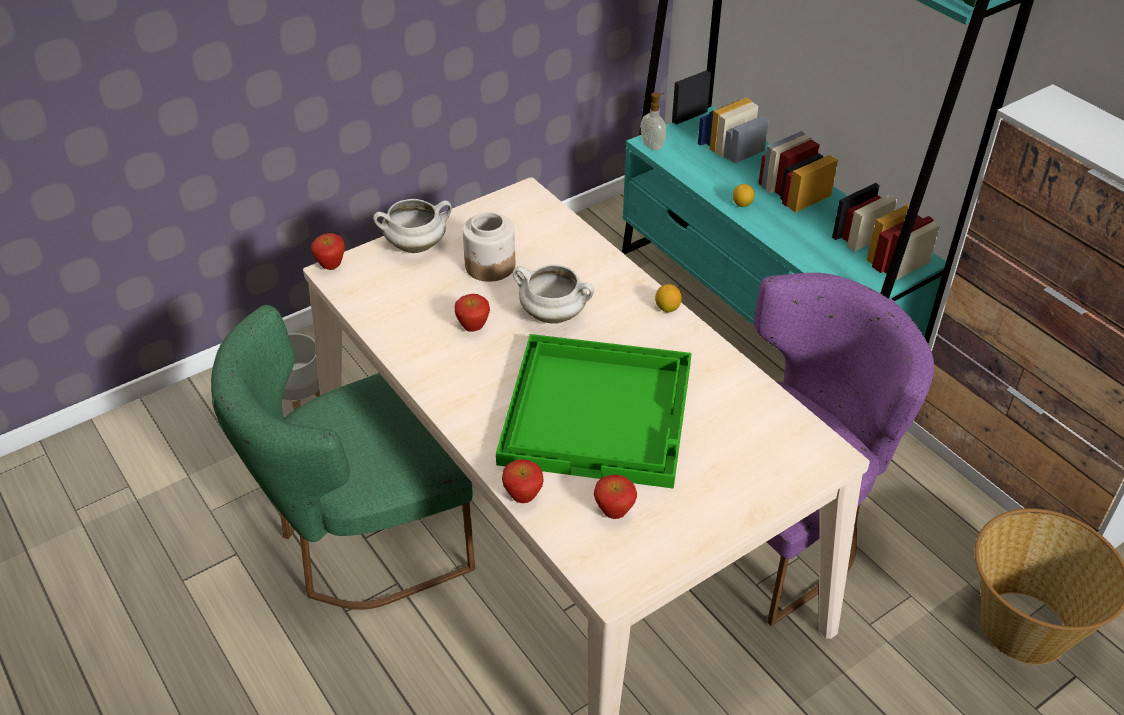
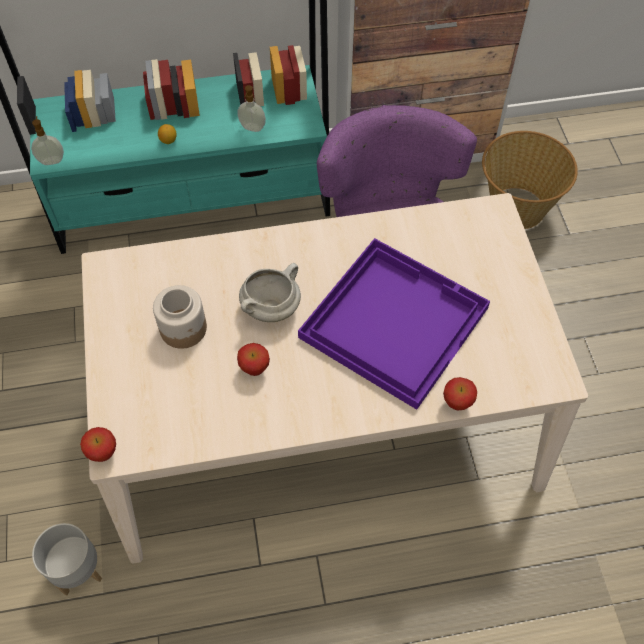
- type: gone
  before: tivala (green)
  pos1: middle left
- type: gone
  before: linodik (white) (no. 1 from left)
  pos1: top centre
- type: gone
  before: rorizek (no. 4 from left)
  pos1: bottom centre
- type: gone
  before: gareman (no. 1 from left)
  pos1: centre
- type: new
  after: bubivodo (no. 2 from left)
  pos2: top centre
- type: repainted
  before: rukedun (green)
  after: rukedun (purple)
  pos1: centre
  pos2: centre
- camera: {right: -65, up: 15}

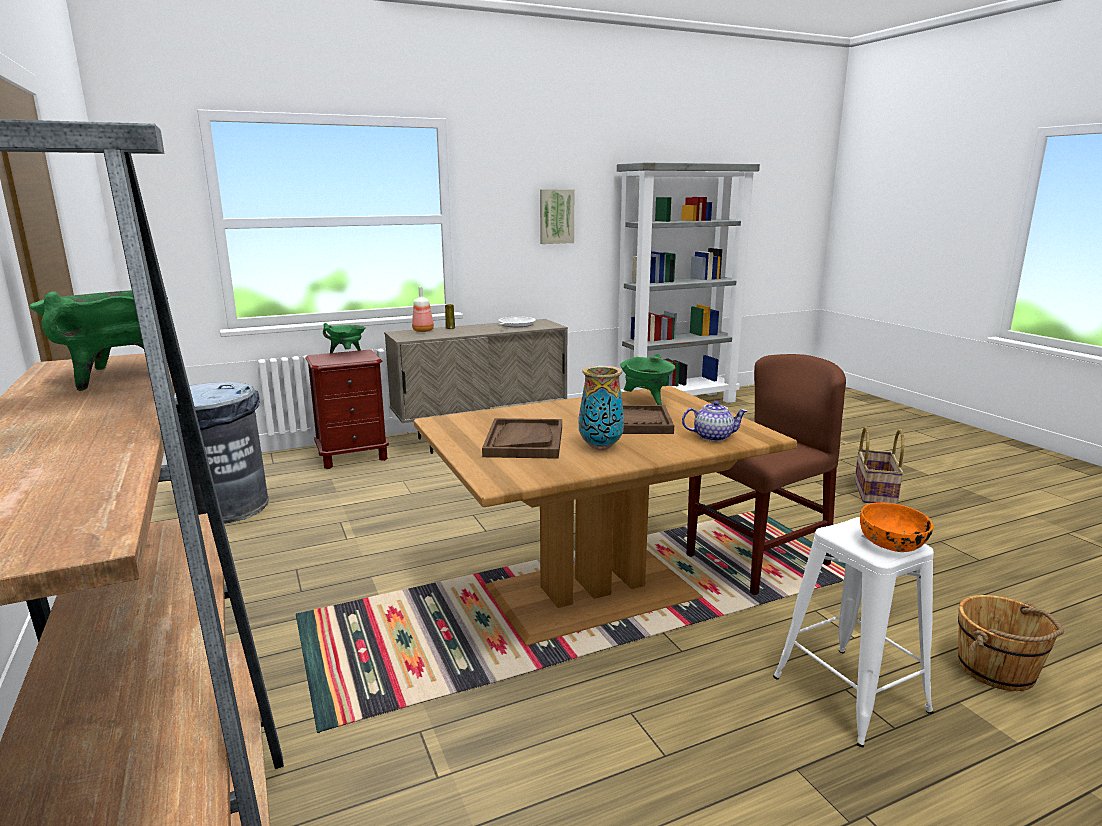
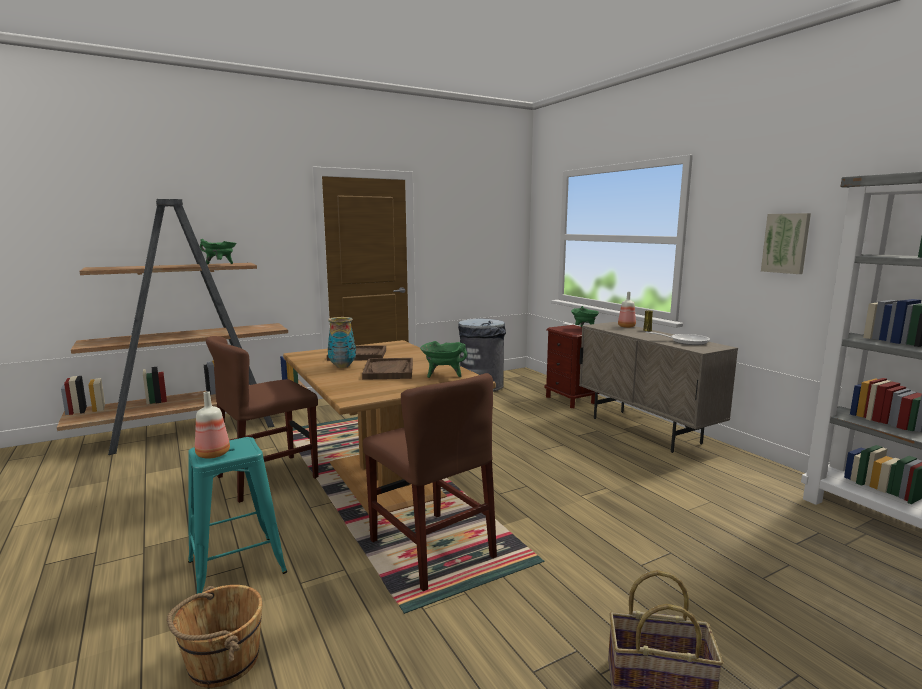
- type: gone
  before: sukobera
  pos1: centre
- type: new
  after: tivala (brown) (no. 1 from left)
  pos2: middle left
- type: swapped
  before: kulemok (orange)
  after: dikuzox (no. 1 from left)
  pos1: middle right
  pos2: middle left
- type: repainted
  before: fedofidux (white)
  after: fedofidux (turquoise)
  pos1: bottom right
  pos2: bottom left
- camera: {right: 85, up: -5}

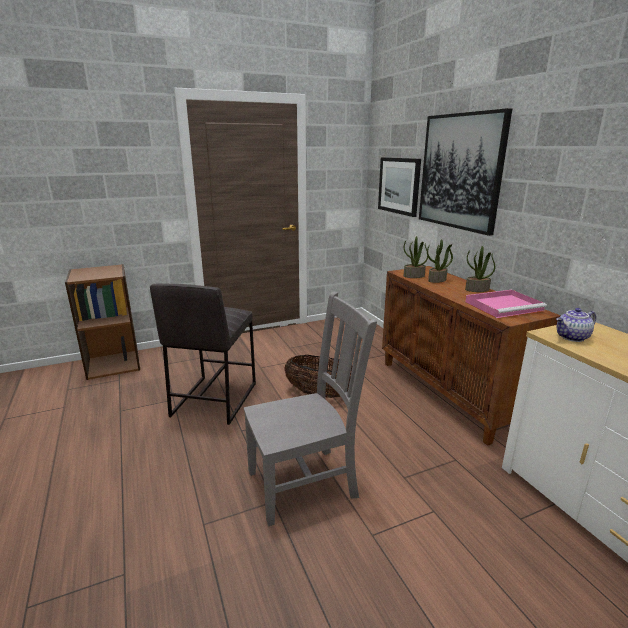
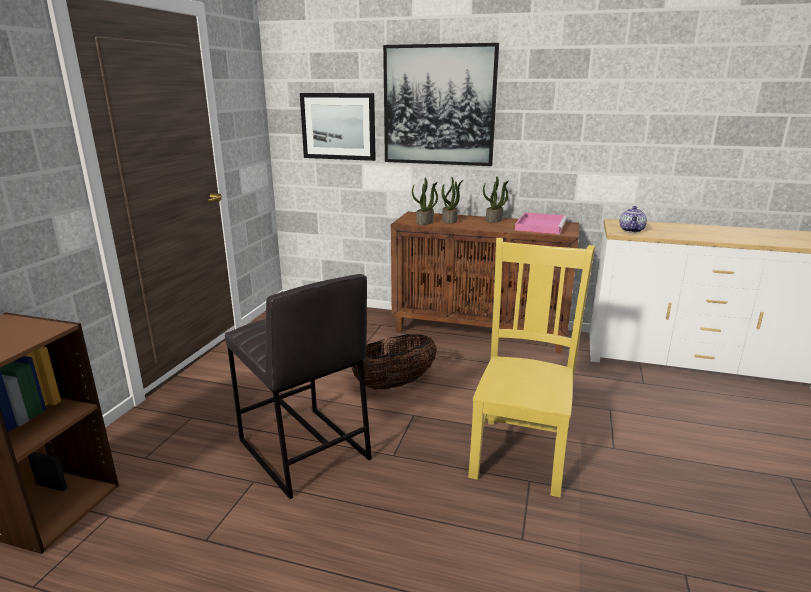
- type: repainted
  before: tivala (grey)
  after: tivala (yellow)
  pos1: centre
  pos2: centre
- camera: {right: -50, up: 0}

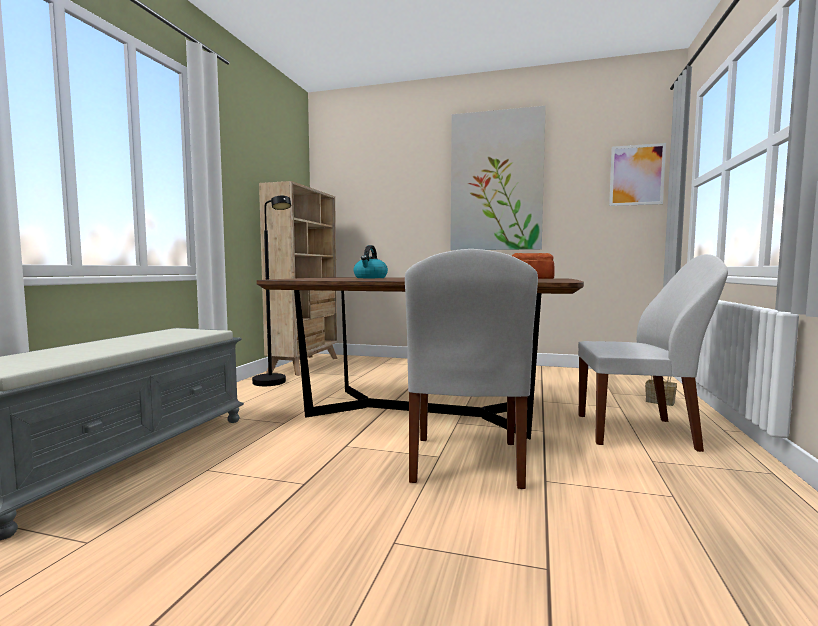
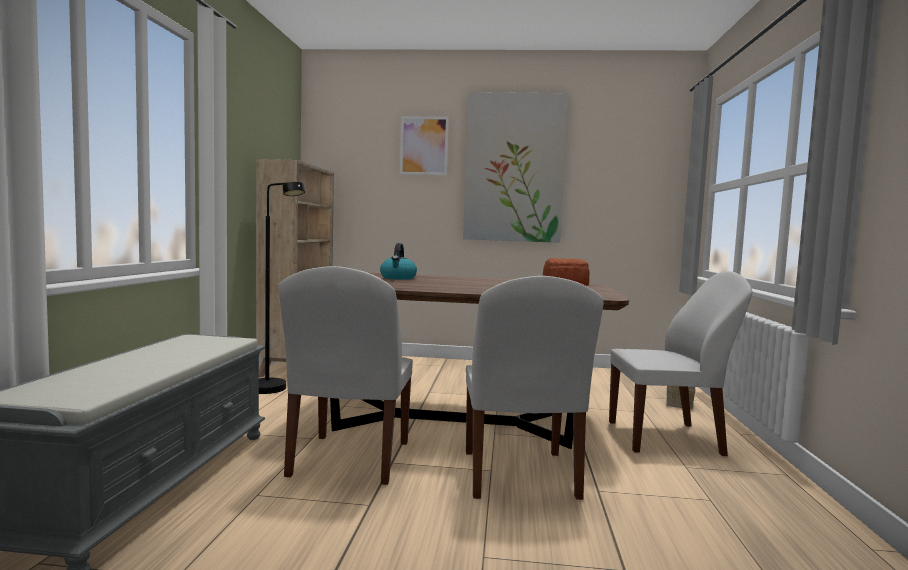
- type: new
  after: tivala (white) (no. 1 from left)
  pos2: centre
- type: shifted
  before: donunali (no. 2 from left in the first image)
  after: donunali (no. 1 from left)
  pos1: top right
  pos2: top centre
- camera: {right: -10, up: 0}

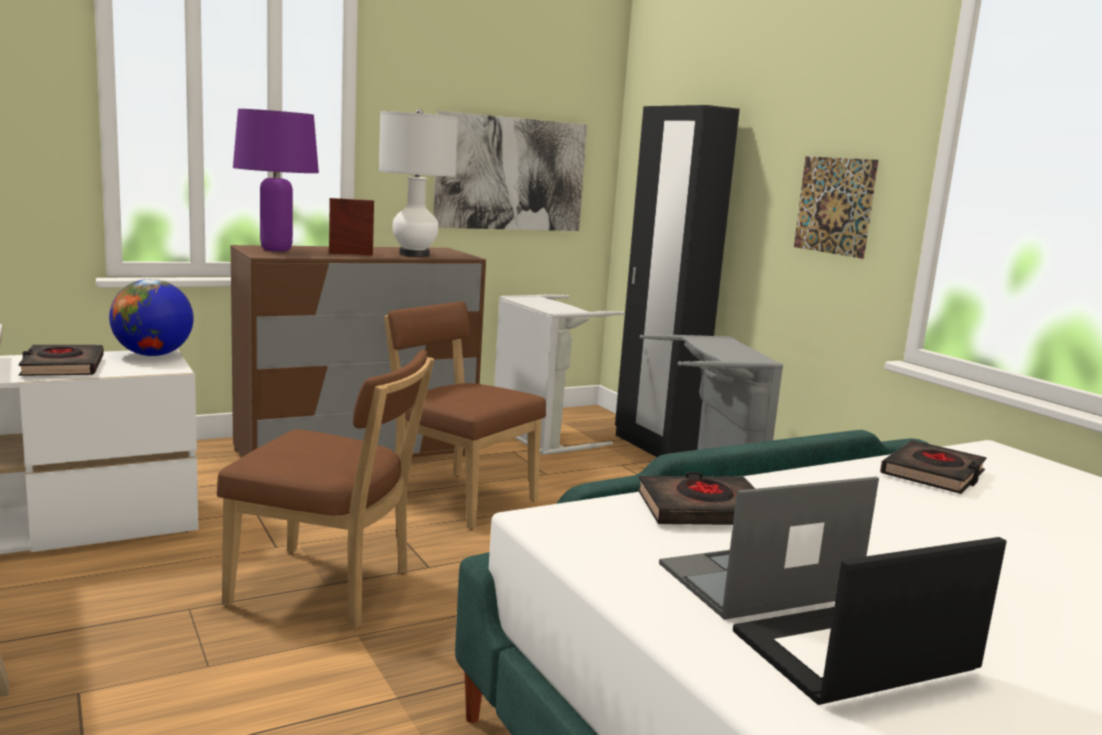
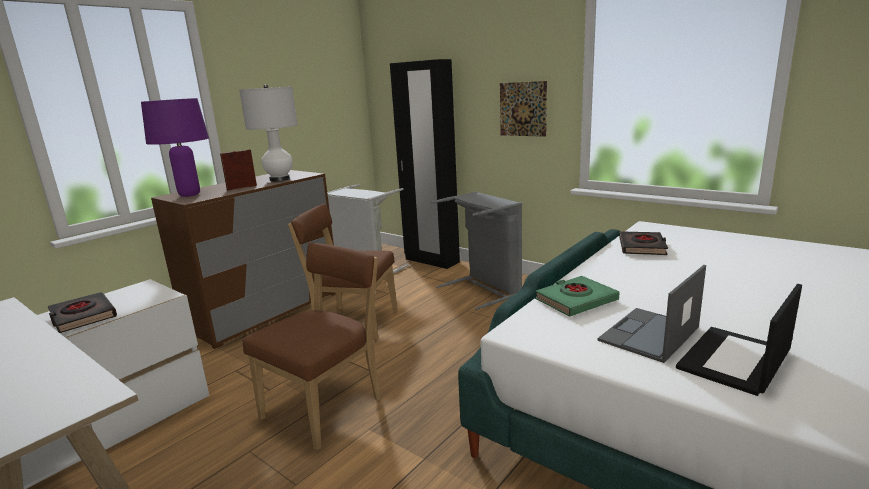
- type: gone
  before: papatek
  pos1: middle left
- type: gone
  before: donunali (no. 1 from left)
  pos1: top centre
- type: repainted
  before: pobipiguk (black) (no. 2 from left)
  after: pobipiguk (green)
  pos1: bottom centre
  pos2: centre
- type: rotated
  before: tivala (brown) (no. 1 from left)
  pos1: middle left
  pos2: bottom centre
  turn: -45
- camera: {right: -20, up: 5}

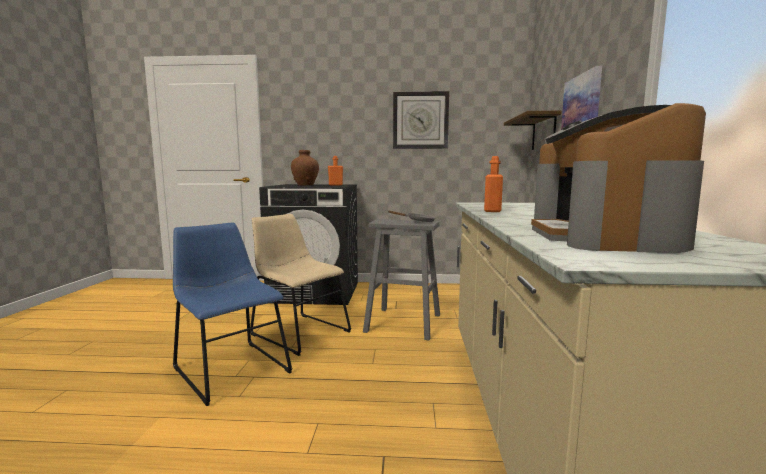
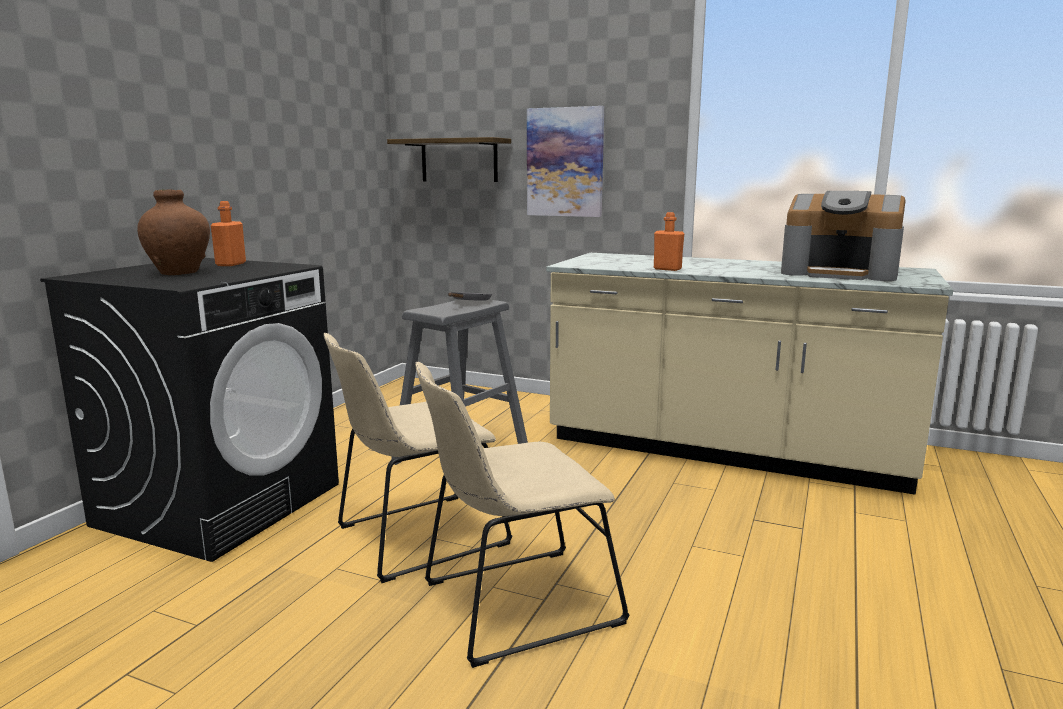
- type: gone
  before: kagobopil
  pos1: top centre
- type: repainted
  before: tivala (blue)
  after: tivala (beige) (no. 2 from left)
  pos1: middle left
  pos2: bottom centre
- camera: {right: -70, up: 5}

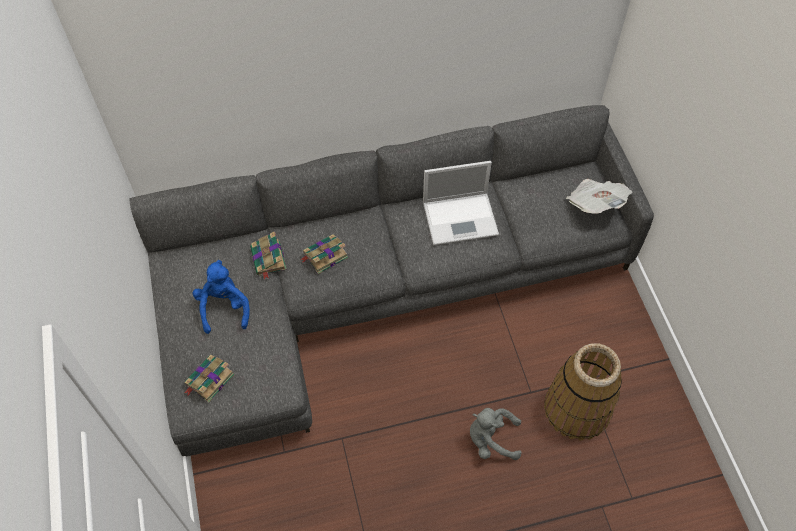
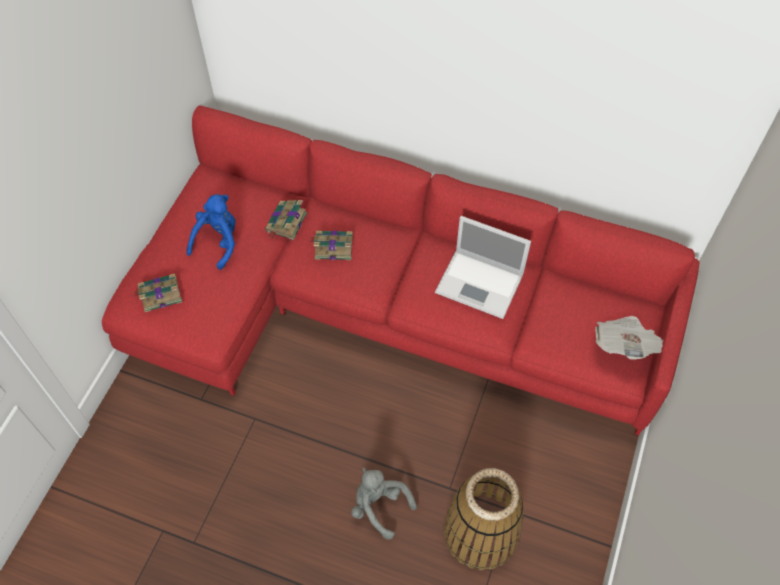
- type: repainted
  before: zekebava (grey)
  after: zekebava (red)
  pos1: centre
  pos2: centre
- camera: {right: 35, up: 0}

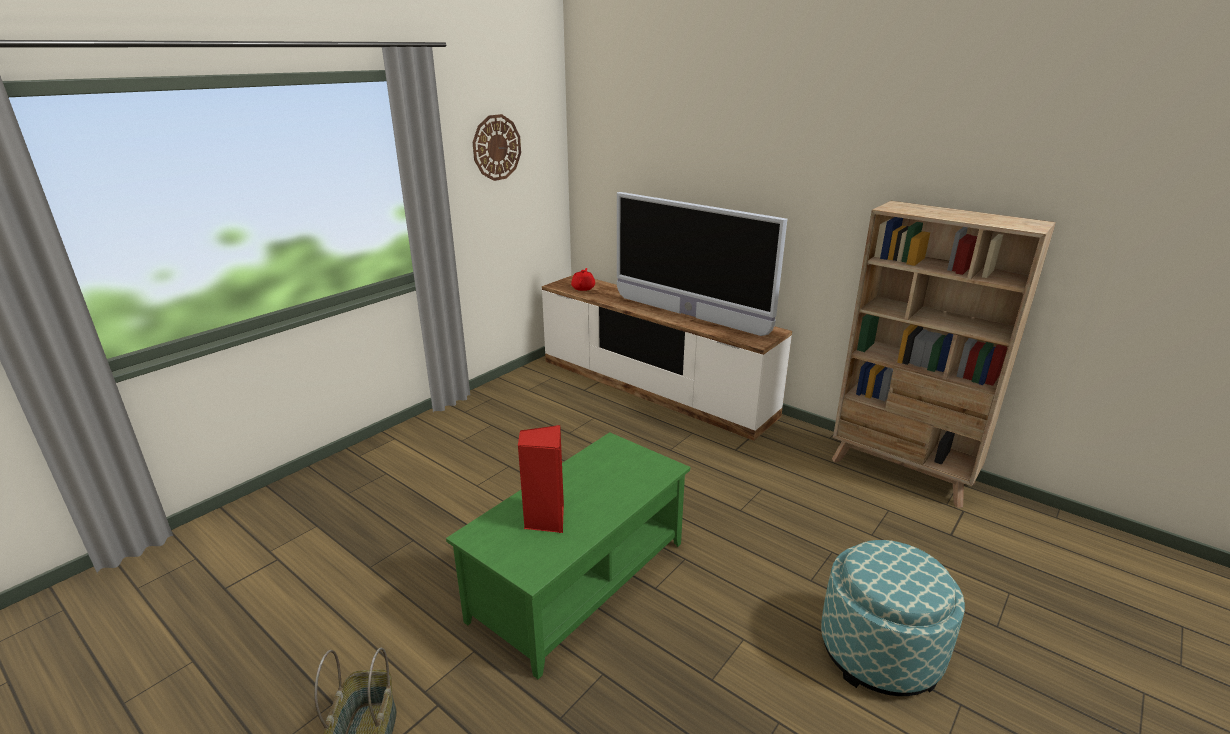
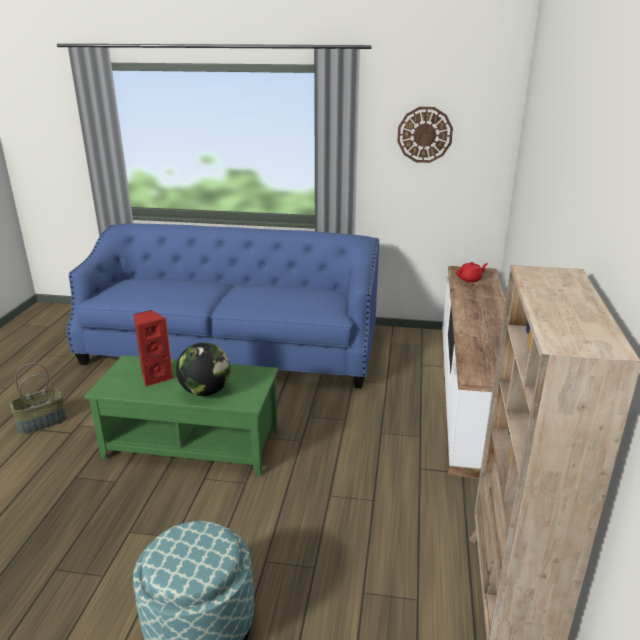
- type: gone
  before: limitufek
  pos1: centre
- type: new
  after: zekebava (blue)
  pos2: centre
- type: new
  after: papatek
  pos2: middle left
- camera: {right: 60, up: 0}

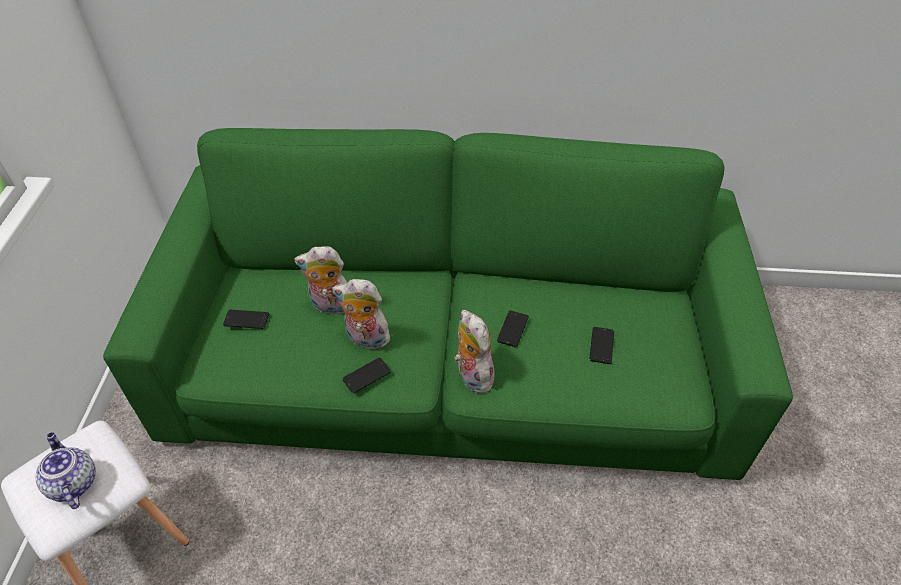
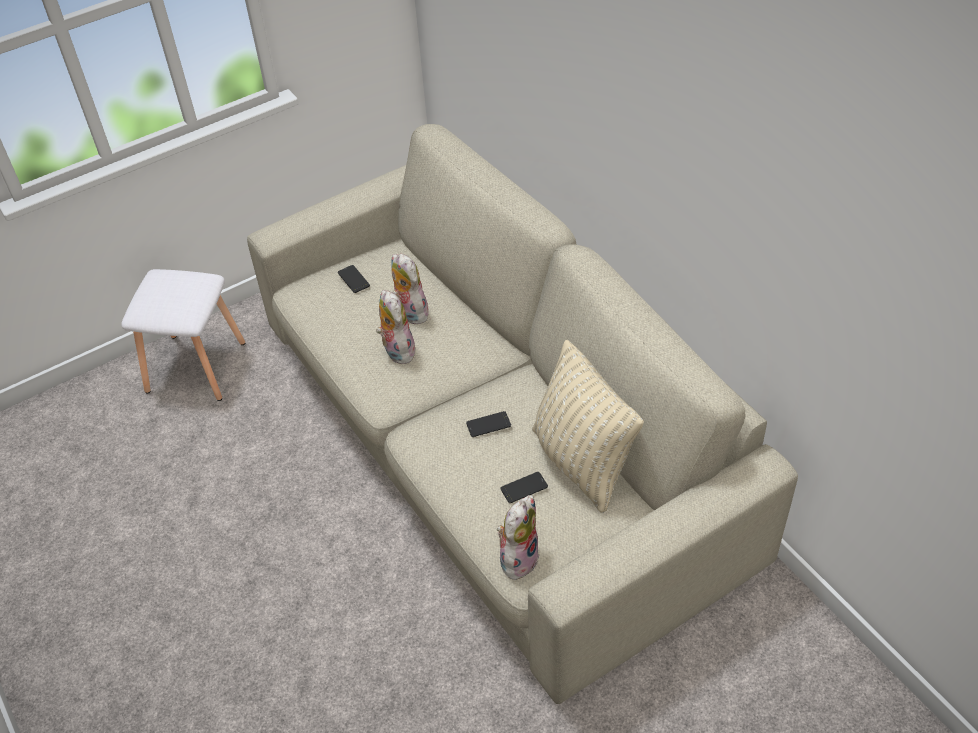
- type: gone
  before: sukobera
  pos1: bottom left
- type: gone
  before: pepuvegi (no. 2 from left)
  pos1: centre
- type: new
  after: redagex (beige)
  pos2: centre
- type: shifted
  before: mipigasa (no. 3 from left)
  pos1: centre
  pos2: bottom centre
- type: repainted
  before: zekebava (green)
  after: zekebava (beige)
  pos1: centre
  pos2: centre
- camera: {right: 55, up: 0}

